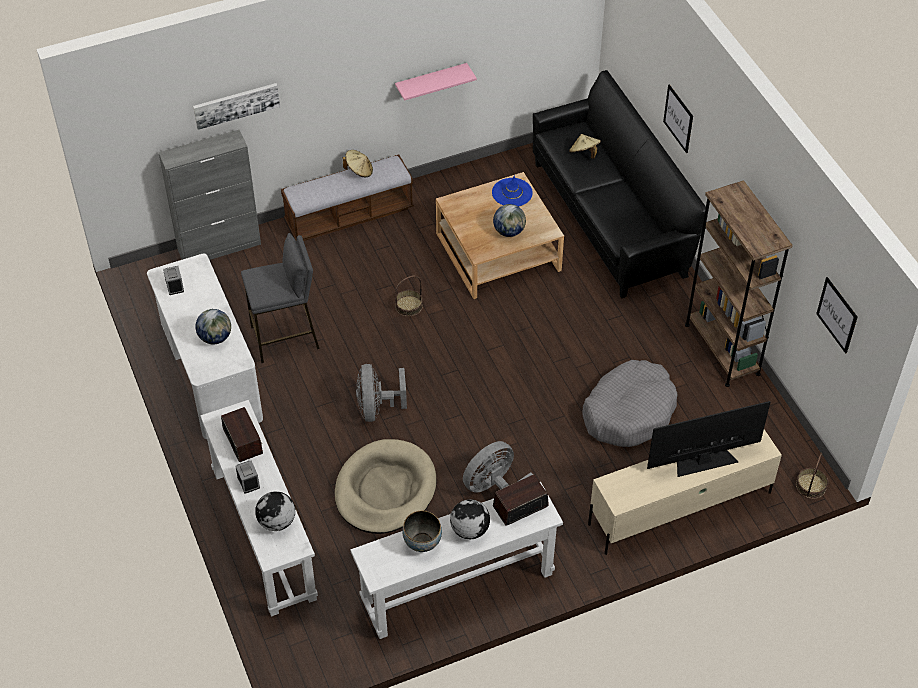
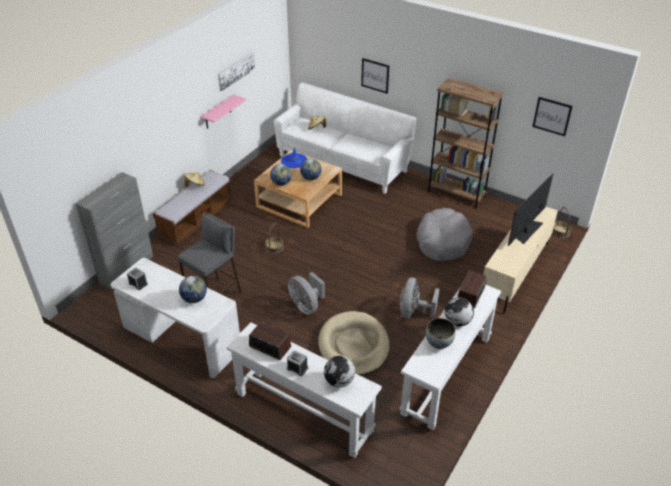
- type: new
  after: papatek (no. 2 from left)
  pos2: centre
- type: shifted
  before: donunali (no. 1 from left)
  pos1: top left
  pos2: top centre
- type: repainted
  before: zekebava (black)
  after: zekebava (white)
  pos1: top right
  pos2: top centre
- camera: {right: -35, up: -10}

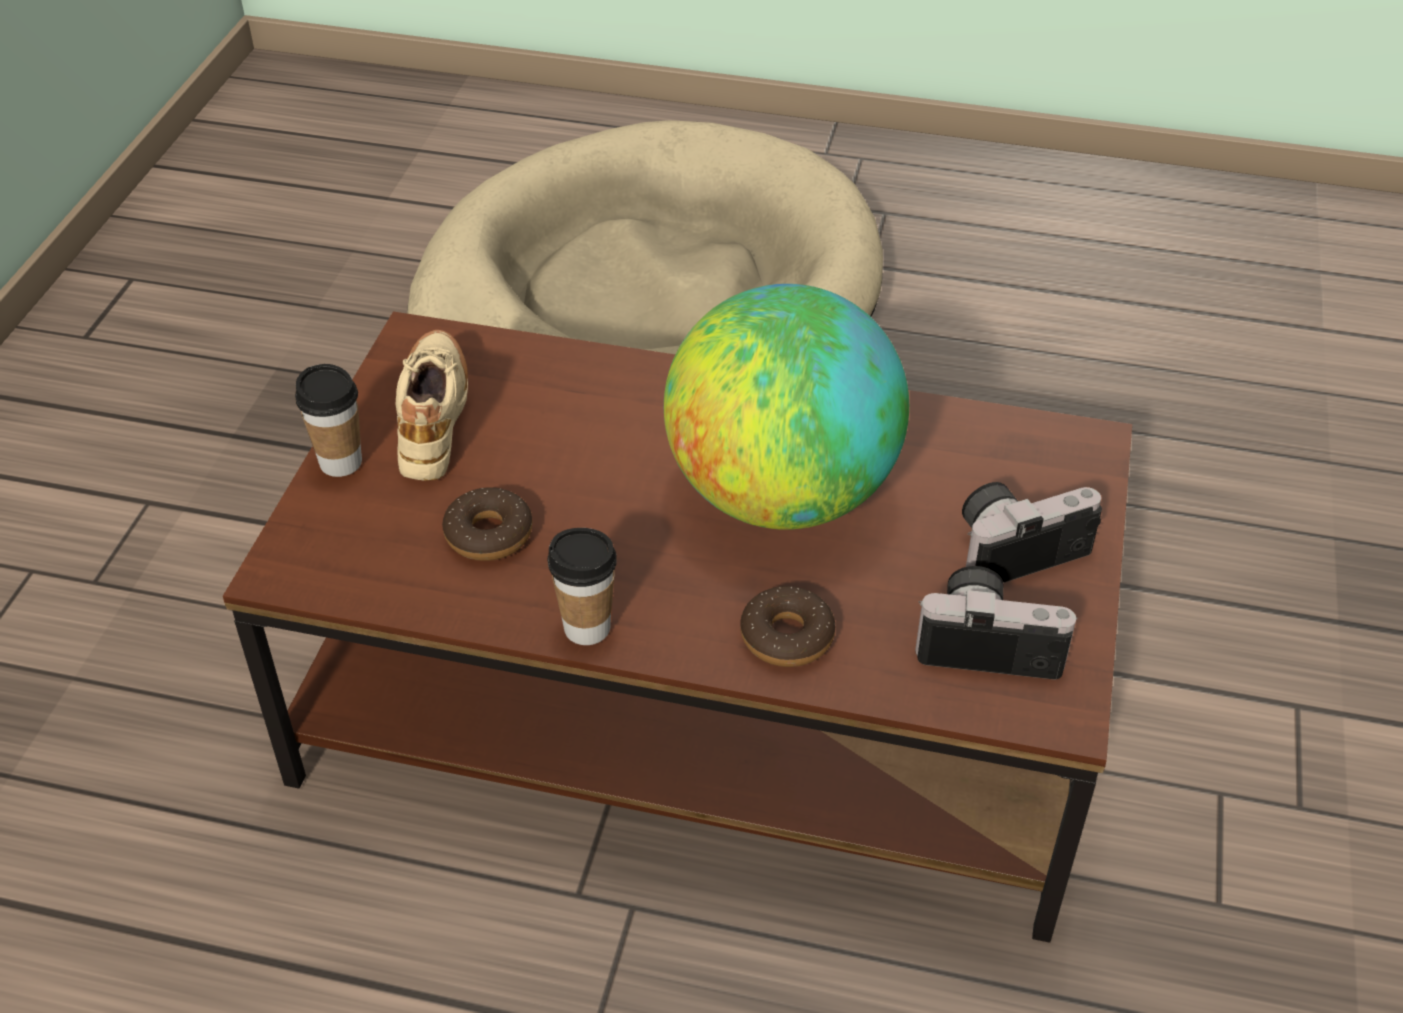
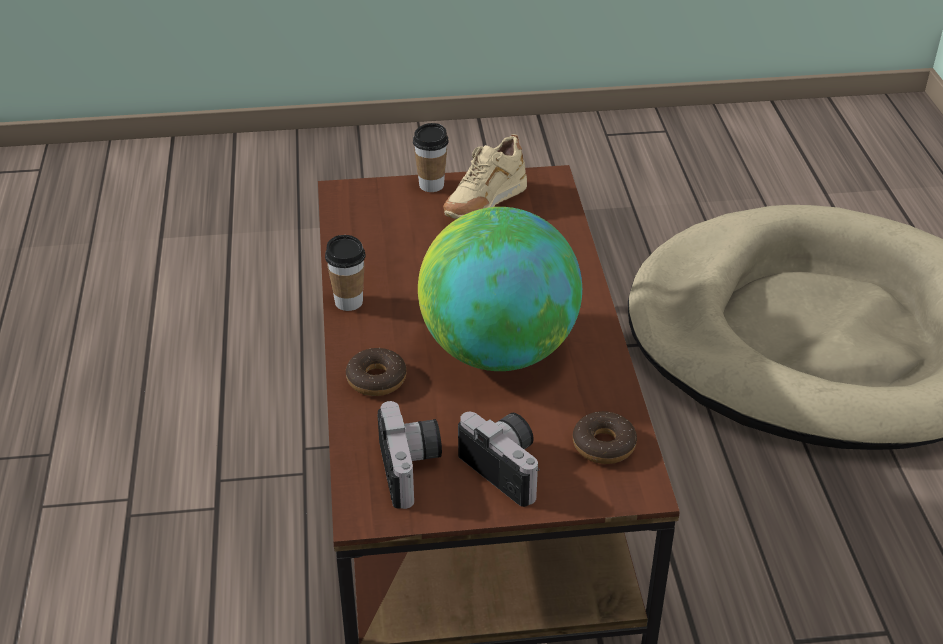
- type: shifted
  before: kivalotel (no. 1 from left in the first image)
  after: kivalotel (no. 2 from left)
  pos1: centre
  pos2: bottom centre
- type: rotated
  before: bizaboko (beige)
  pos1: middle left
  pos2: top centre
  turn: 150
- camera: {right: 70, up: -5}

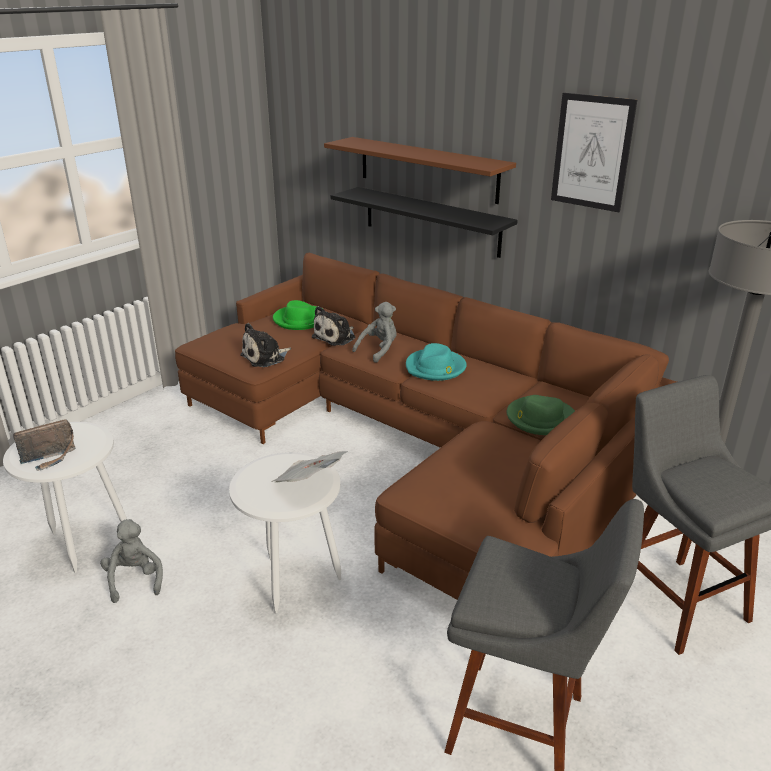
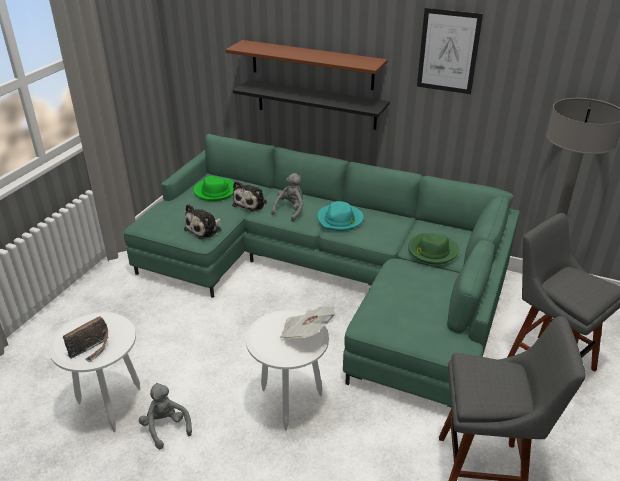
- type: repainted
  before: zekebava (brown)
  after: zekebava (green)
  pos1: centre
  pos2: centre
- camera: {right: -15, up: 5}

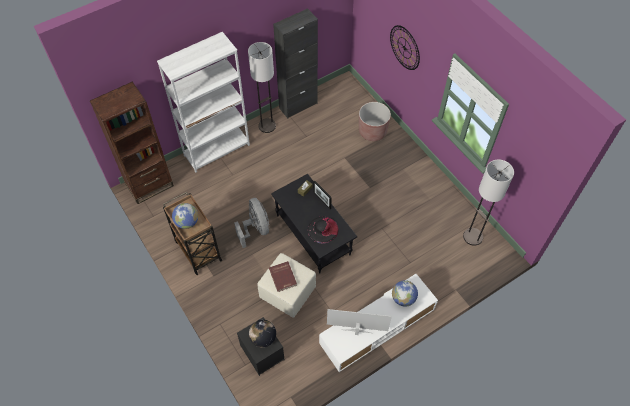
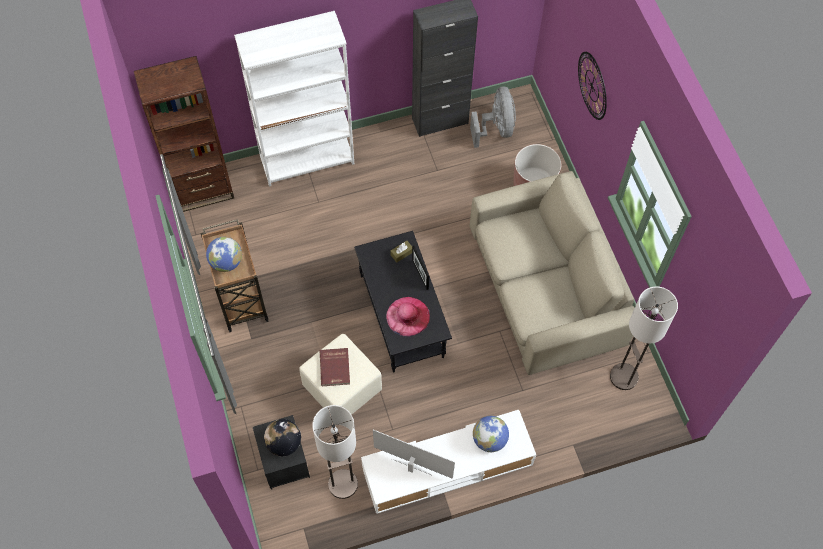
- type: new
  after: zekebava (beige)
  pos2: middle right
- type: shifted
  before: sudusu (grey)
  pos1: centre
  pos2: top centre
- type: shifted
  before: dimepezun (no. 1 from left)
  pos1: top centre
  pos2: bottom centre
- type: repainted
  before: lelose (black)
  after: lelose (pink)
  pos1: centre
  pos2: centre
- camera: {right: 15, up: 5}

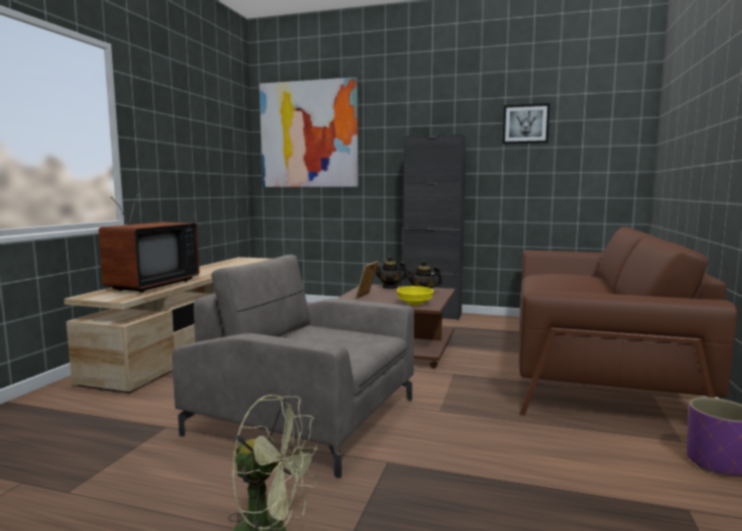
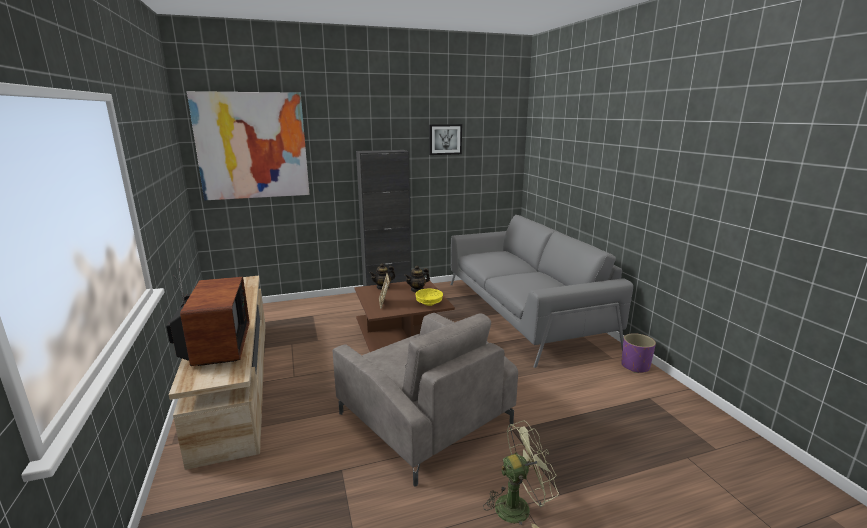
- type: repainted
  before: zekebava (brown)
  after: zekebava (grey)
  pos1: middle right
  pos2: centre
- type: rotated
  before: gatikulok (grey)
  pos1: bottom centre
  pos2: bottom centre
  turn: -120
- camera: {right: -35, up: 10}

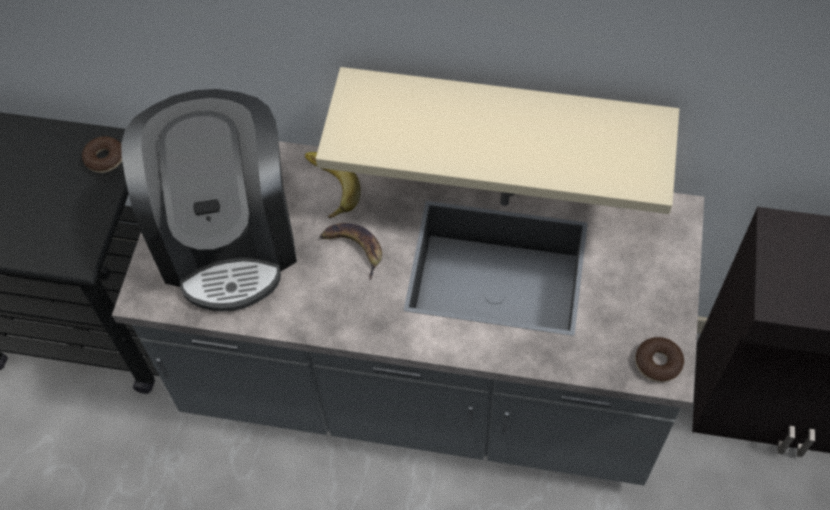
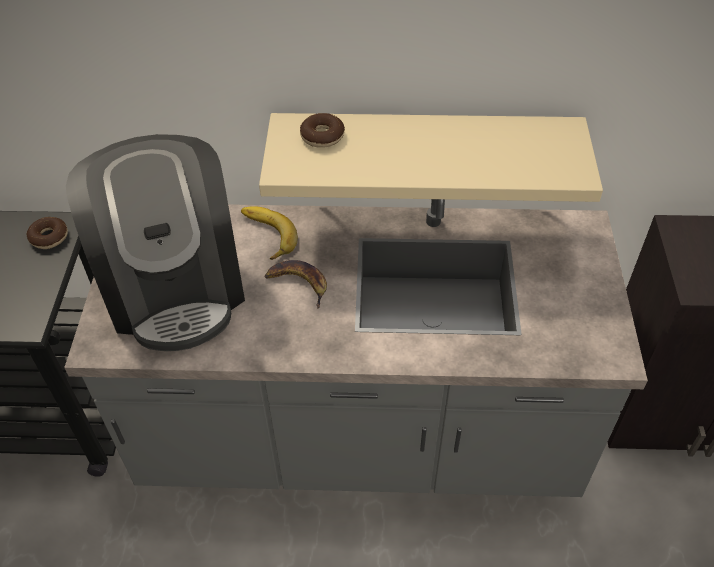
- type: shifted
  before: kivalotel (no. 2 from left)
  pos1: bottom right
  pos2: top centre
- camera: {right: -10, up: -10}

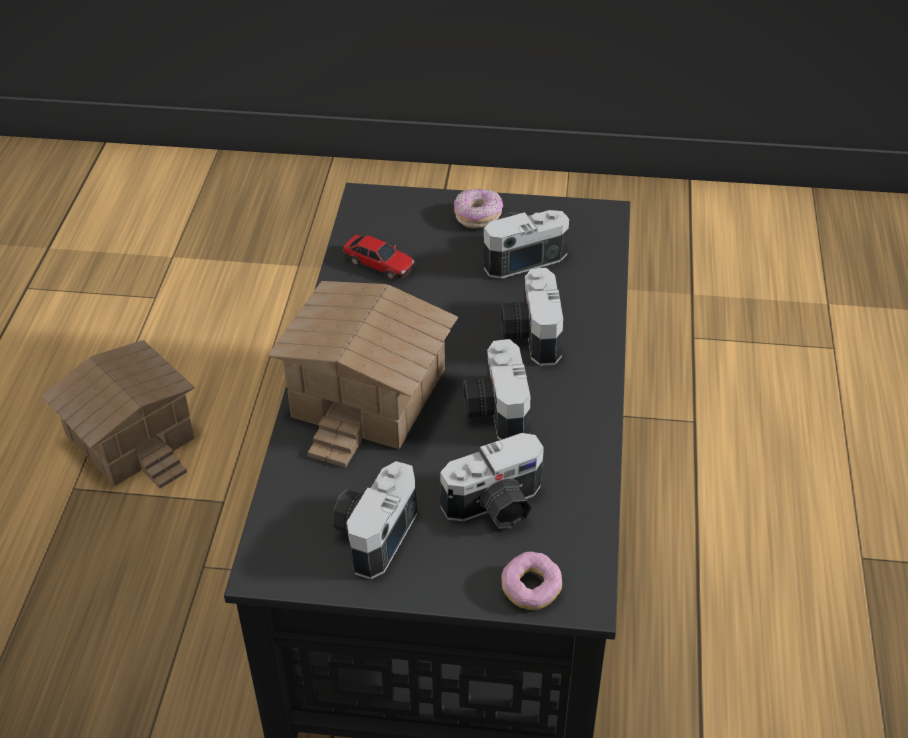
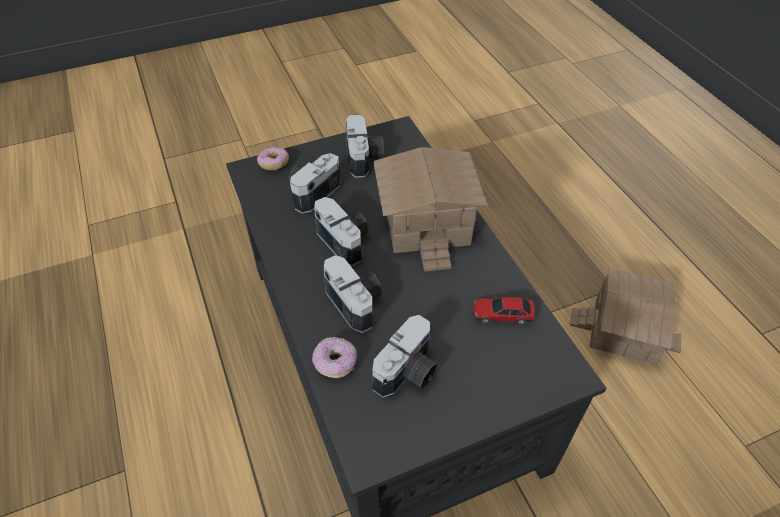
- type: shifted
  before: kivalotel (no. 1 from left in the first image)
  after: kivalotel (no. 2 from left)
  pos1: top centre
  pos2: bottom centre
- camera: {right: 150, up: 5}

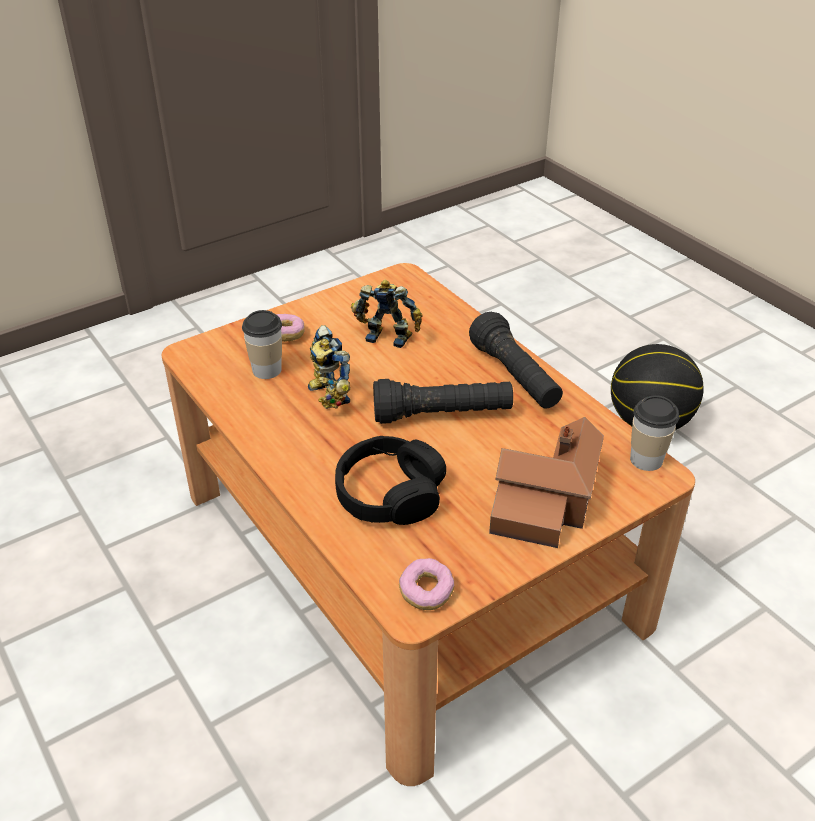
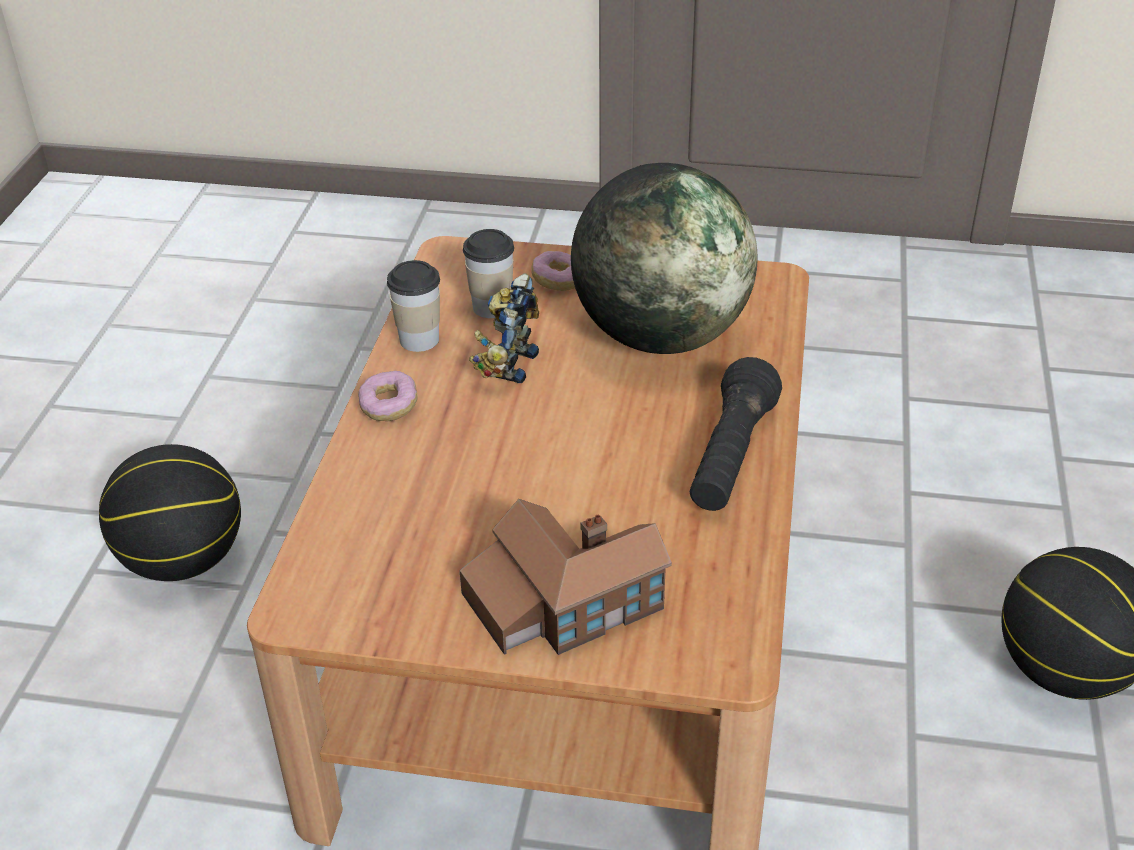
- type: gone
  before: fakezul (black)
  pos1: centre
- type: gone
  before: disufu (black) (no. 1 from left)
  pos1: centre
- type: new
  after: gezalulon (no. 1 from left)
  pos2: middle left
- type: shifted
  before: kivalotel (no. 2 from left in the first image)
  after: kivalotel (no. 1 from left)
  pos1: bottom centre
  pos2: centre
- type: shifted
  before: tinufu (no. 2 from left in the first image)
  after: tinufu (no. 1 from left)
  pos1: middle right
  pos2: centre
- type: swapped
  before: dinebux (no. 2 from left)
  after: papatek
  pos1: centre
  pos2: top centre
- camera: {right: 45, up: 0}

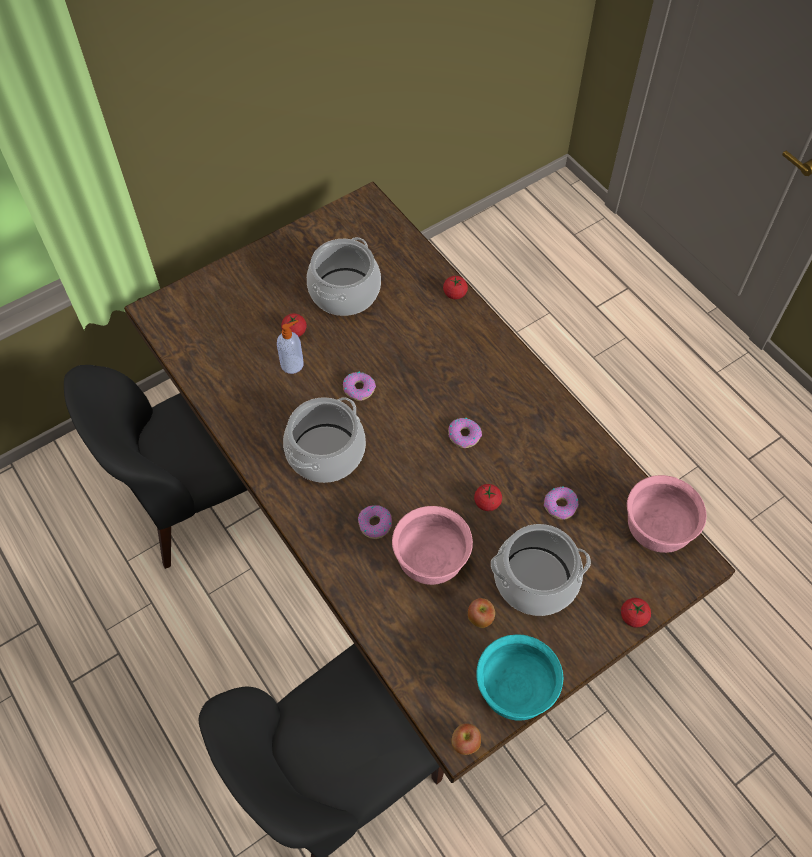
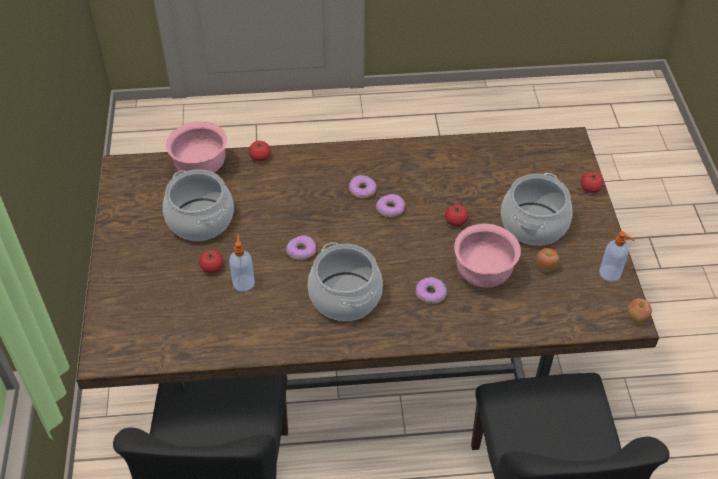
- type: shifted
  before: kivalotel (no. 4 from left in the first image)
  after: kivalotel (no. 2 from left)
  pos1: middle right
  pos2: centre
- type: shifted
  before: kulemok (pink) (no. 2 from left in the first image)
  after: kulemok (pink) (no. 1 from left)
  pos1: middle right
  pos2: top left
- type: swapped
  before: kulemok (turquoise)
  after: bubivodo (no. 2 from left)
  pos1: bottom centre
  pos2: middle right
- camera: {right: -60, up: -10}

